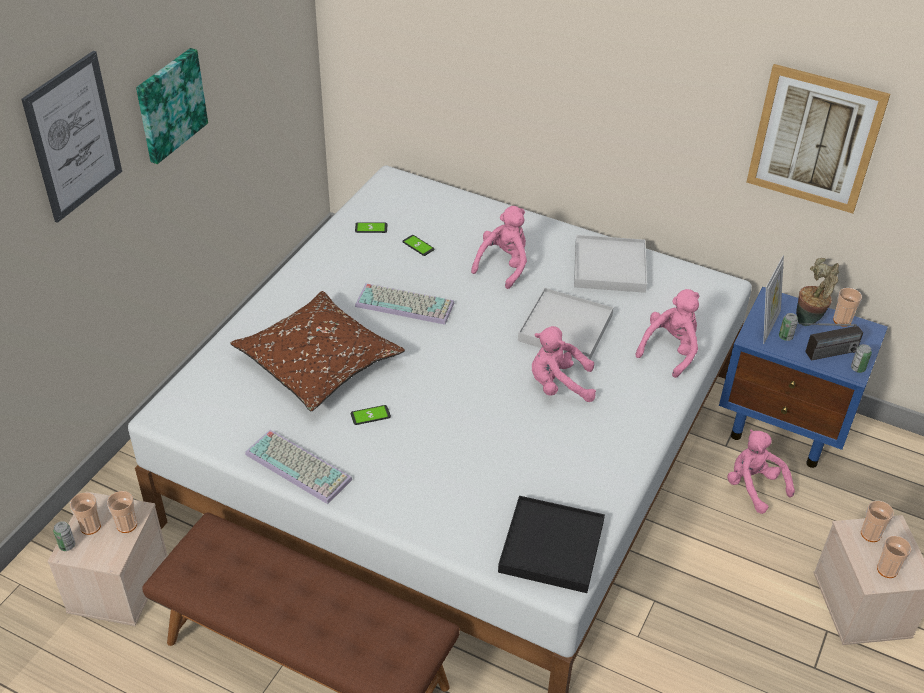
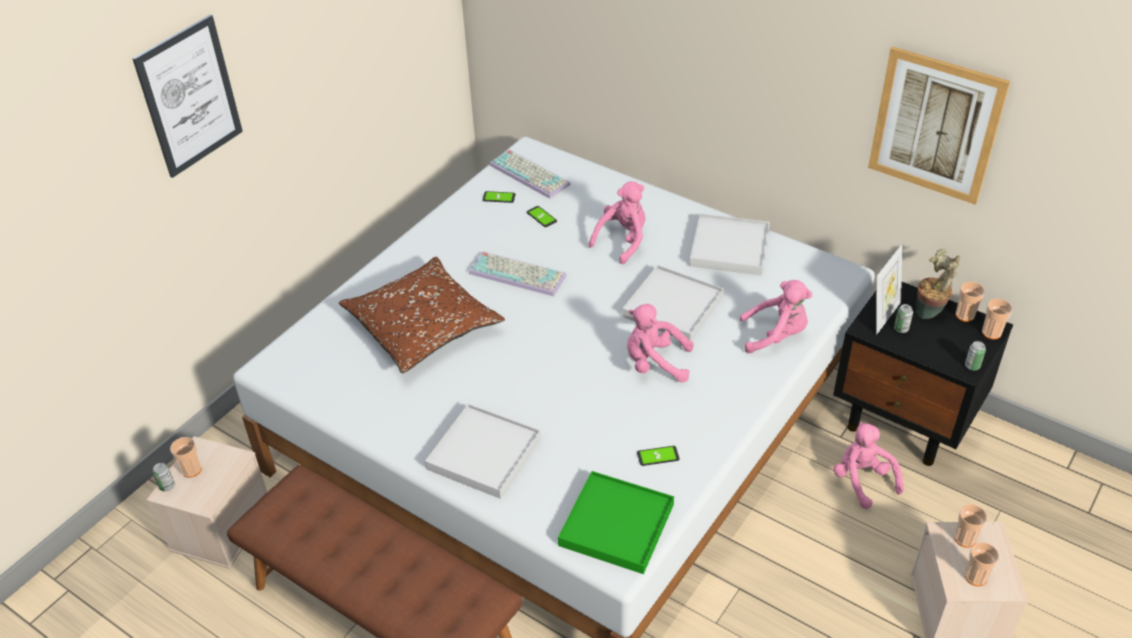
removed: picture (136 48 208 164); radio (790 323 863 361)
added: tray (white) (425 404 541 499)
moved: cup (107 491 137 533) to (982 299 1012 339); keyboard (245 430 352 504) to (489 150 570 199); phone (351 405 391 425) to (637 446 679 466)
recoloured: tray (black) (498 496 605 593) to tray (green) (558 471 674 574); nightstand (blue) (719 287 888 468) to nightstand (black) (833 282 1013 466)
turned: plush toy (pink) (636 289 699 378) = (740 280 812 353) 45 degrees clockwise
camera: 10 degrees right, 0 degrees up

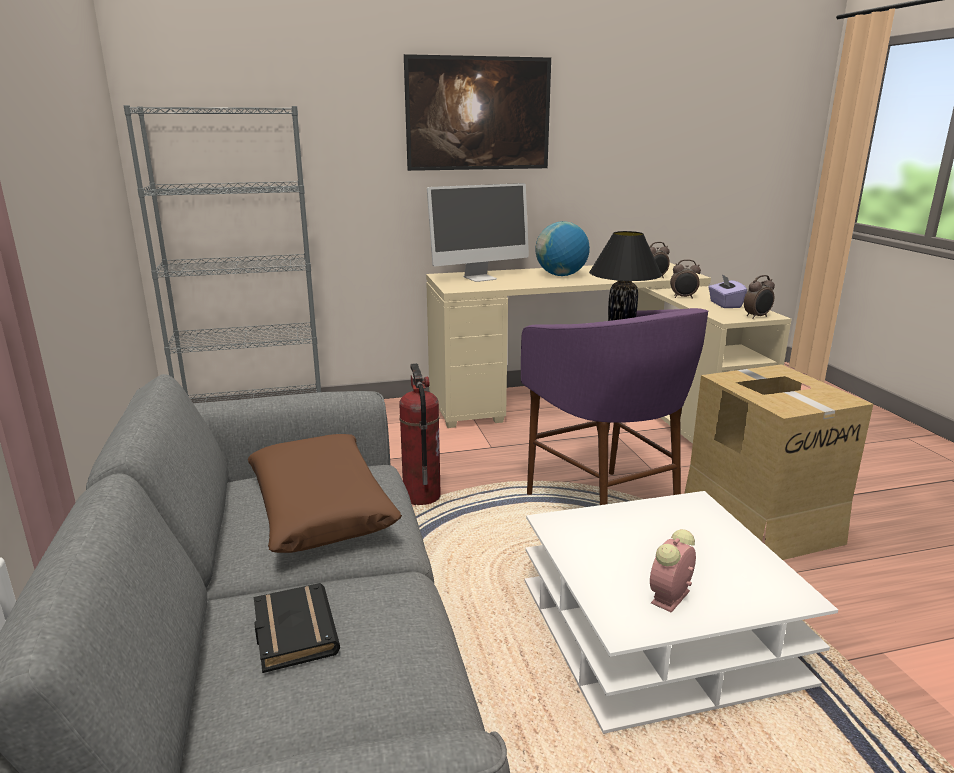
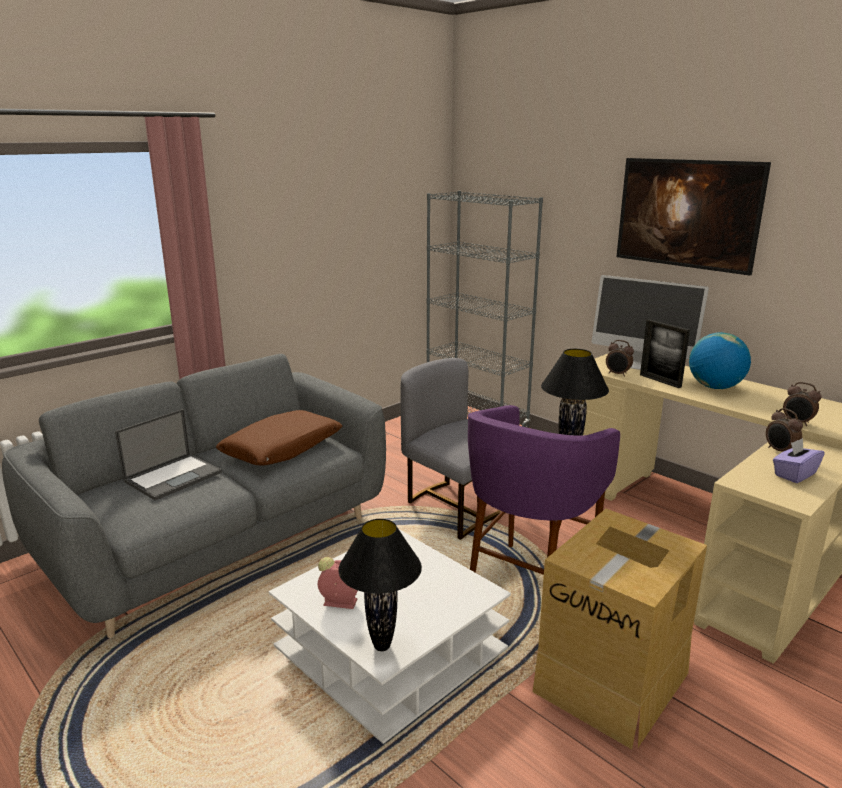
added: table lamp (black) (338 519 422 651); picture frame (640 319 690 388)
moved: alarm clock (744 275 775 319) to (606 340 634 377)
replaced: book (black) (254 583 340 673) to laptop (115 409 222 501); fire extinguisher (399 363 441 505) to chair (grey) (401 358 501 540)
camera: 60 degrees right, 0 degrees up

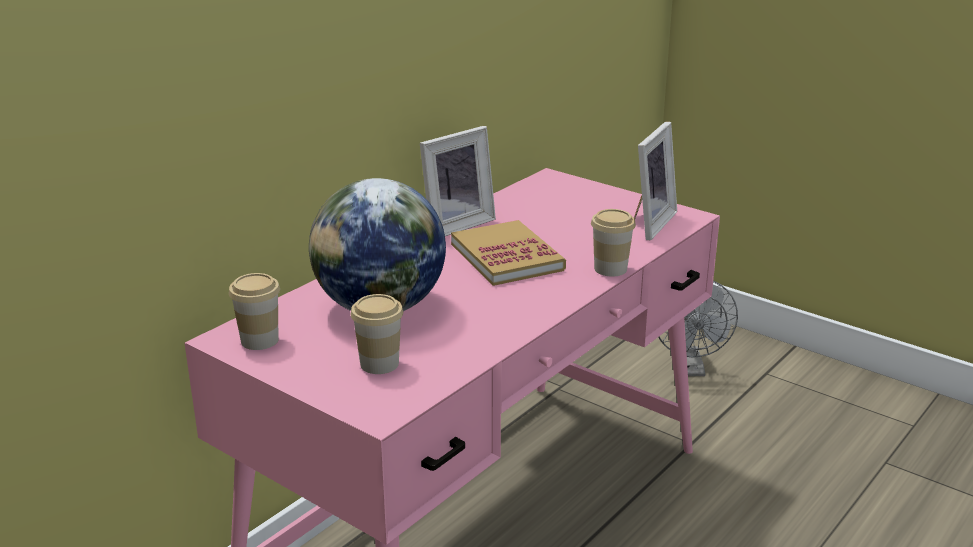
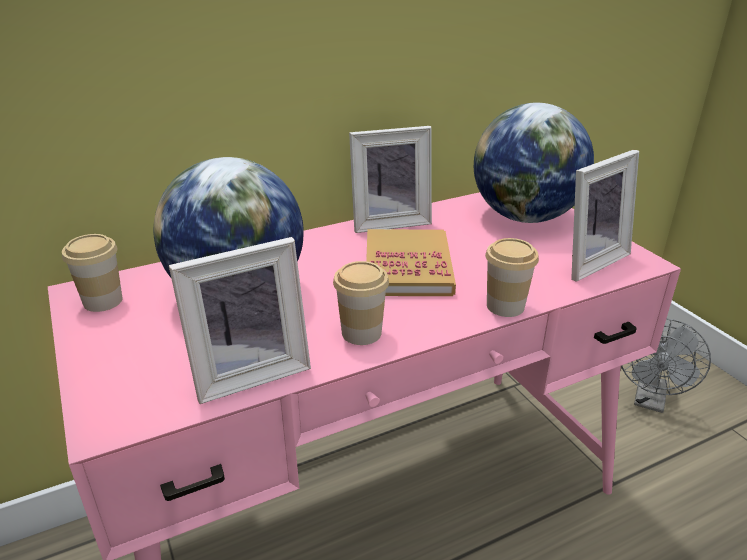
added: picture frame (169 237 311 404); globe (474 103 594 223)
moved: cup (351 294 403 374) to (333 261 389 345)
camera: 25 degrees right, 5 degrees up

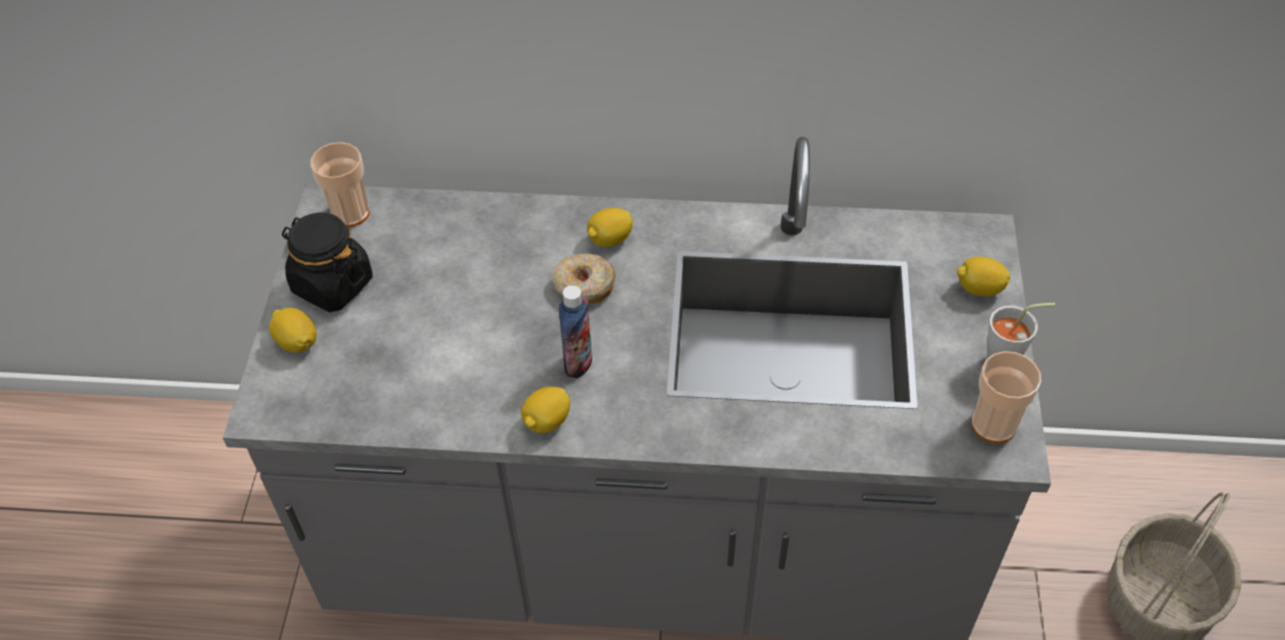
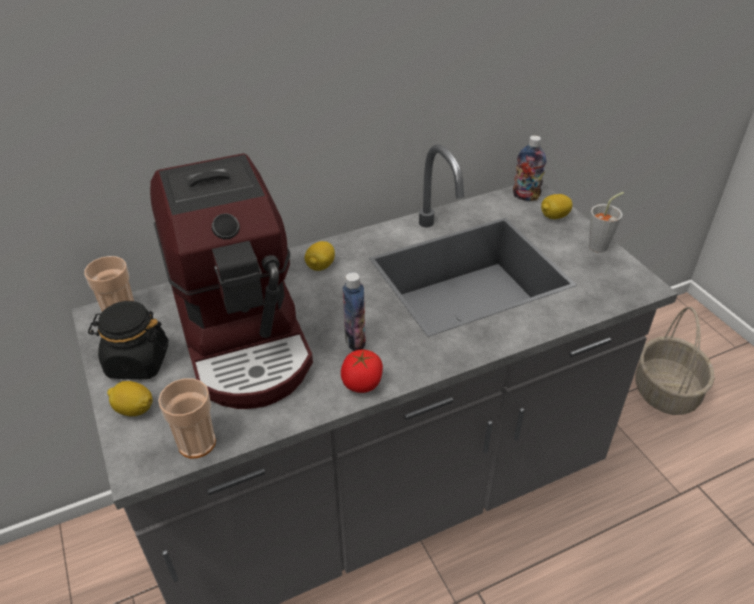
removed: donut (553 254 616 304)
added: coffee machine (150 154 313 409); bottle (513 135 546 201)
moved: cup (971 351 1041 443) to (158 378 216 458)
replaced: lemon (521 387 570 433) to tomato (341 349 383 393)
camera: 30 degrees left, 10 degrees down

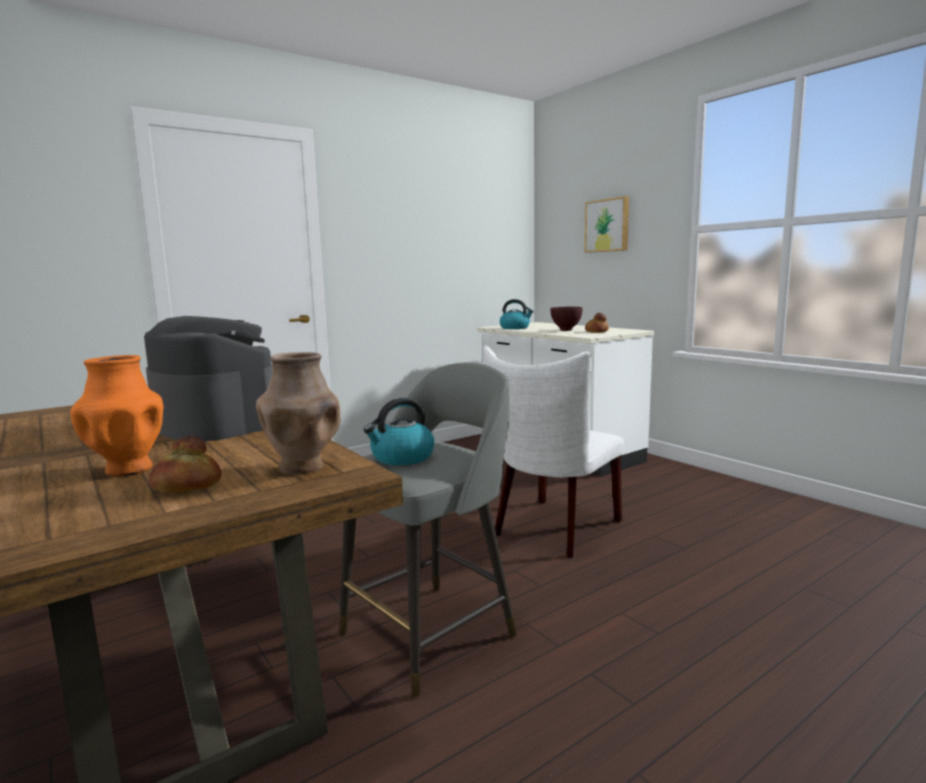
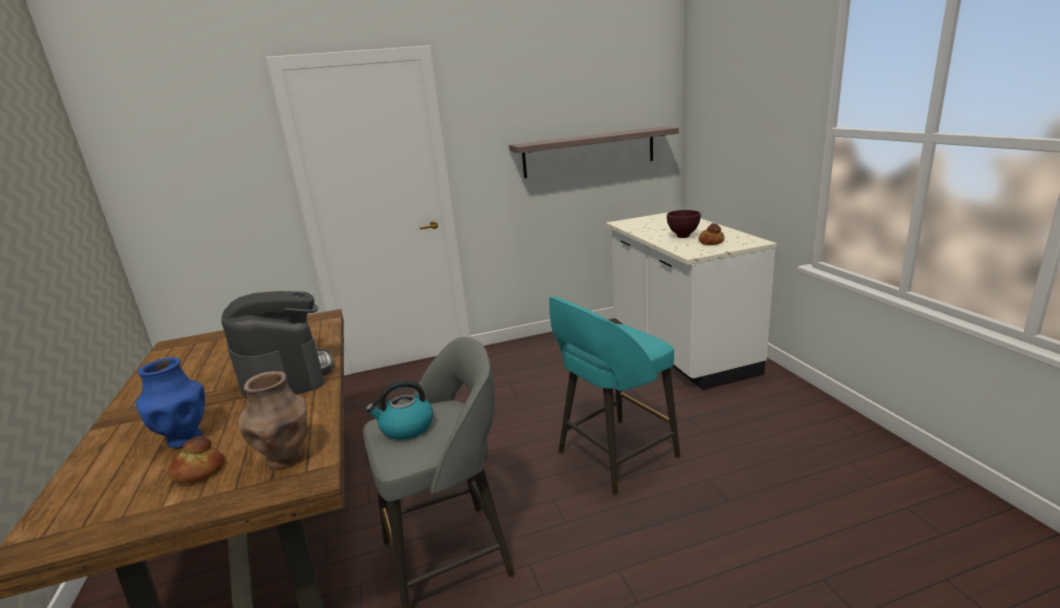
removed: kettle (500 299 534 329); picture (585 196 629 253)
added: shelf (509 127 679 178)
replaced: chair (white) (483 346 624 558) to stool (turquoise) (549 296 680 495)
recoloured: vase (orange) (70 355 163 476) to vase (blue) (135 357 205 449)
camera: 20 degrees right, 10 degrees up

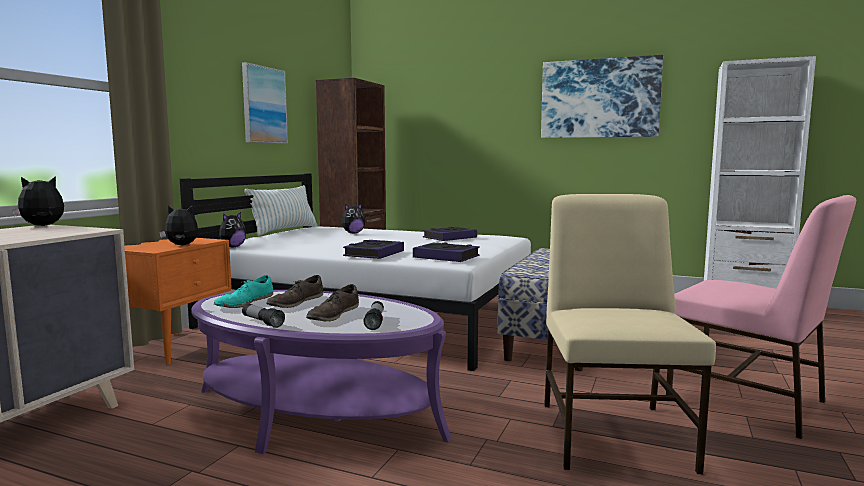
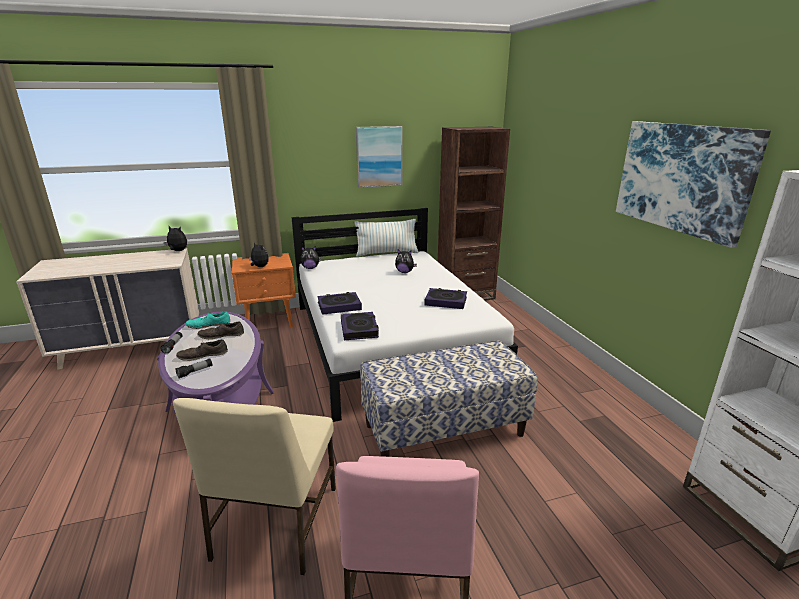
turned: chair (beige) (544 194 716 474) = (173 398 336 575) 135 degrees clockwise
camera: 50 degrees right, 15 degrees up

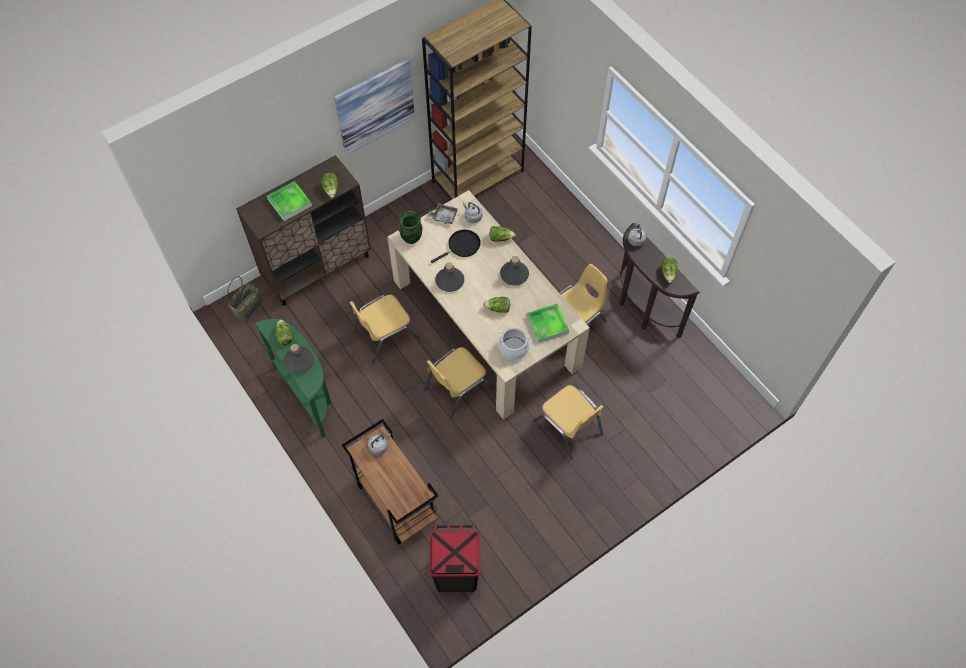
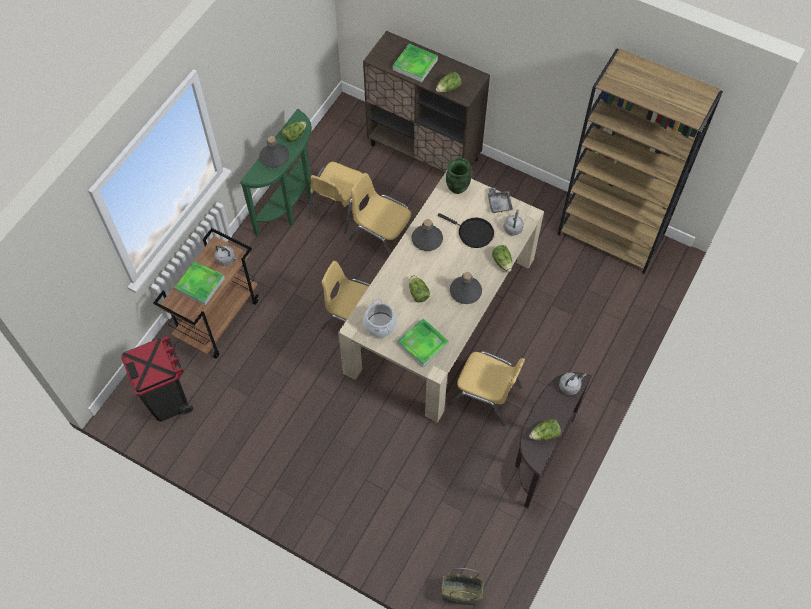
removed: picture (334 58 415 155)
added: tray (175 261 225 305)
moved: basket (227 276 262 321) to (441 568 484 605); chair (yellow) (533 385 603 460) to (308 162 363 234)
camera: 65 degrees right, 0 degrees up

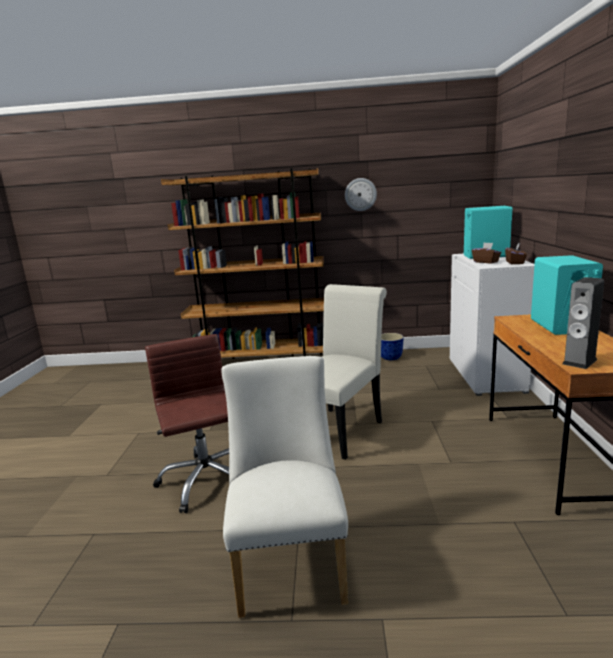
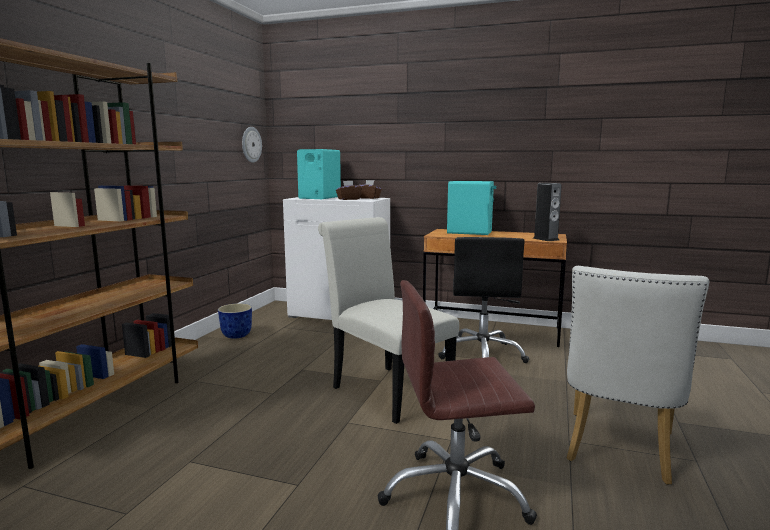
added: office chair (black) (438 237 529 363)
moved: wall clock (345 178 377 211) to (242 127 262 163)
turned: chair (white) (221 356 348 618) = (567 266 709 485) 75 degrees counterclockwise
camera: 75 degrees left, 5 degrees down

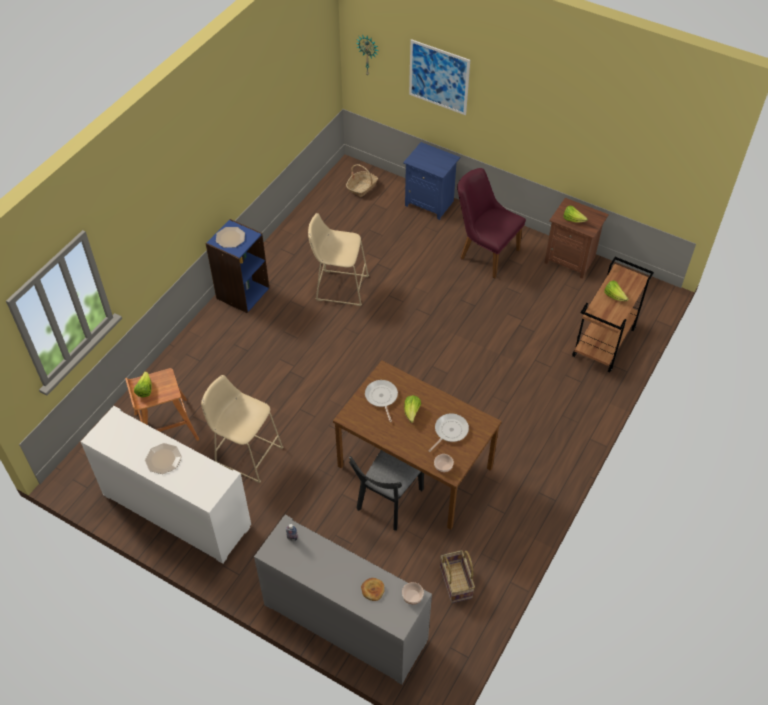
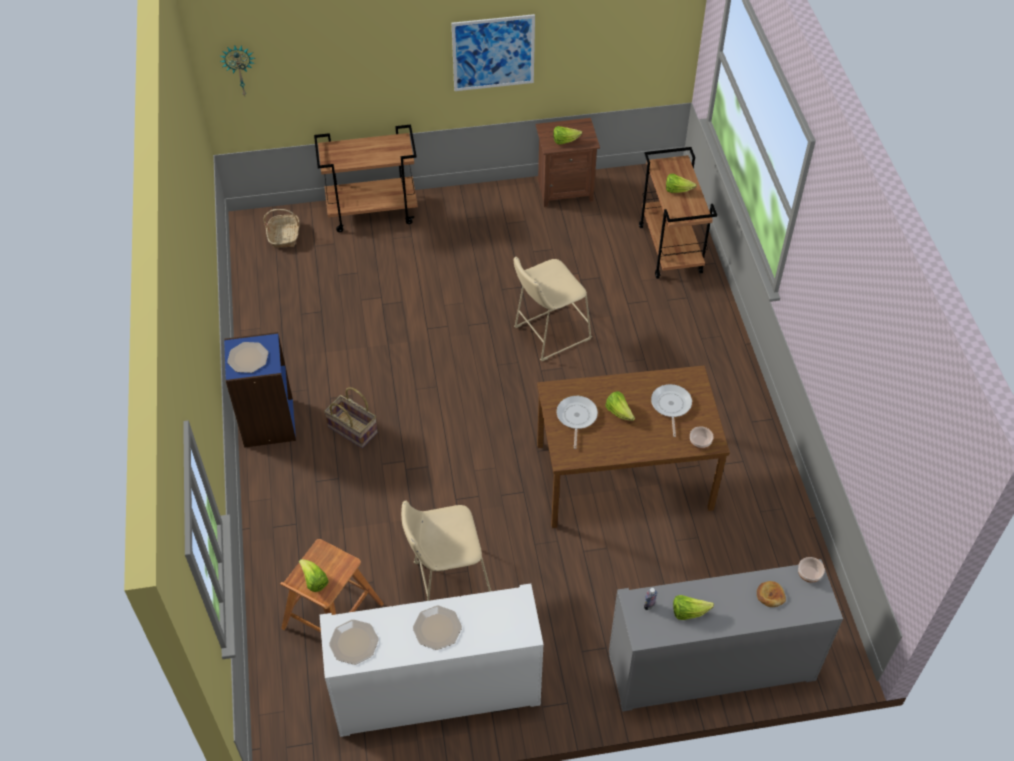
removed: chair (black) (349 450 424 531); chair (purple) (457 168 526 278)
added: plate (329 620 379 665); lettuce (673 595 714 620)
moved: stool (beige) (308 213 369 306) to (514 257 592 361); picture (409 39 470 115) to (452 14 535 91); basket (440 550 475 603) to (324 387 377 448)
replaced: nightstand (blue) (403 142 460 220) to cart (brown) (314 125 418 232)
turned: frying pan (365 380 398 422) = (557 396 598 449) 60 degrees clockwise
camera: 40 degrees left, 0 degrees up

